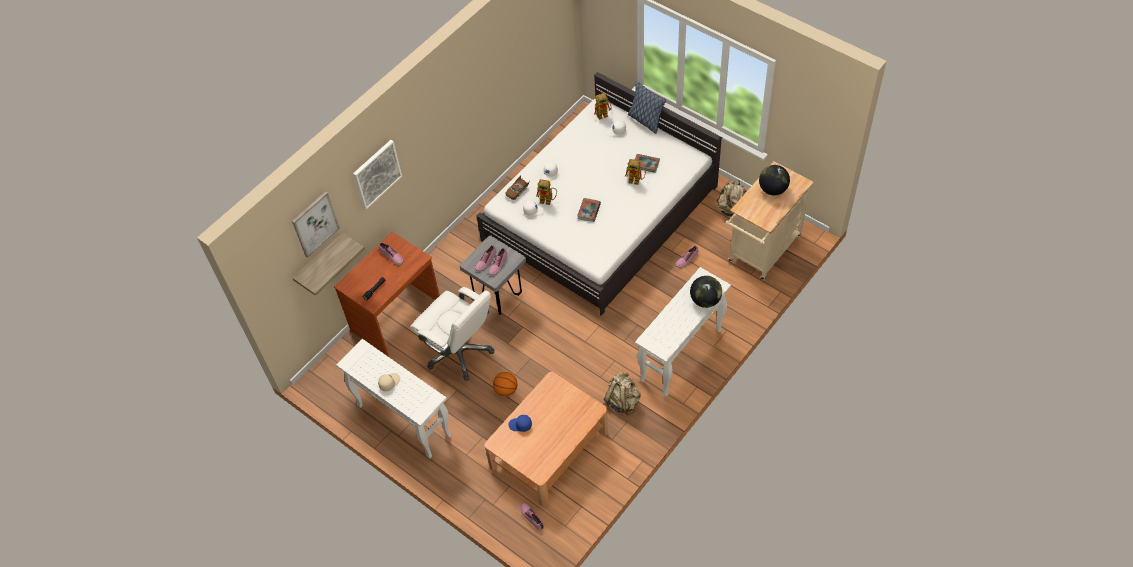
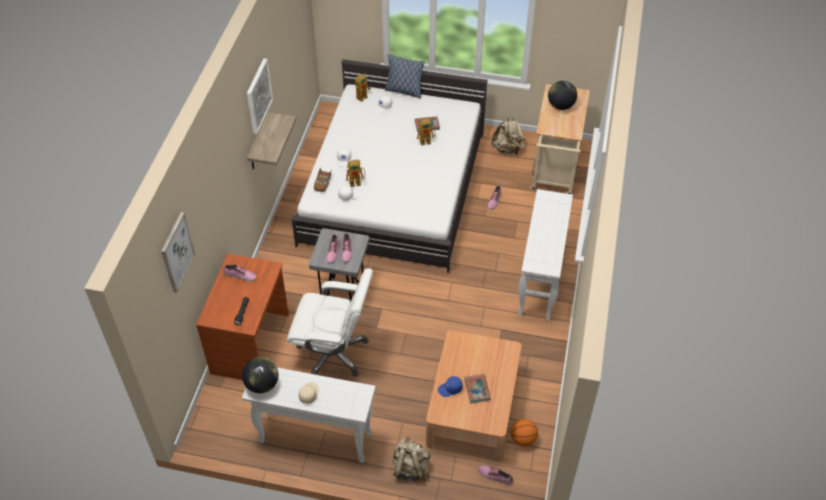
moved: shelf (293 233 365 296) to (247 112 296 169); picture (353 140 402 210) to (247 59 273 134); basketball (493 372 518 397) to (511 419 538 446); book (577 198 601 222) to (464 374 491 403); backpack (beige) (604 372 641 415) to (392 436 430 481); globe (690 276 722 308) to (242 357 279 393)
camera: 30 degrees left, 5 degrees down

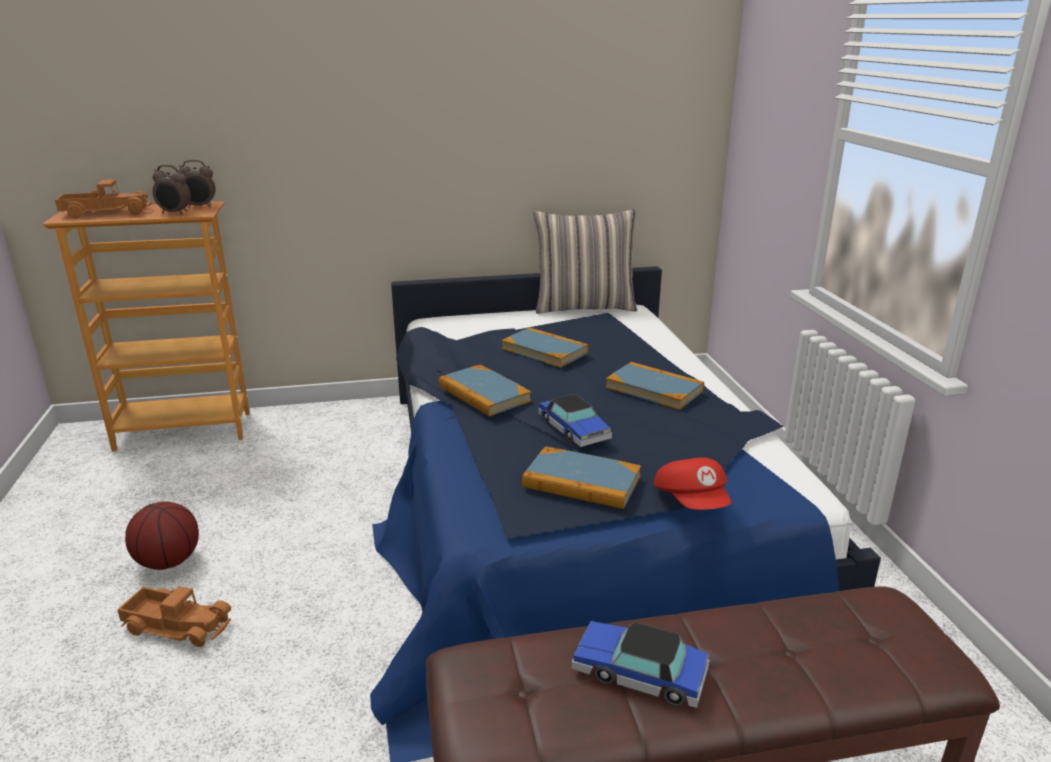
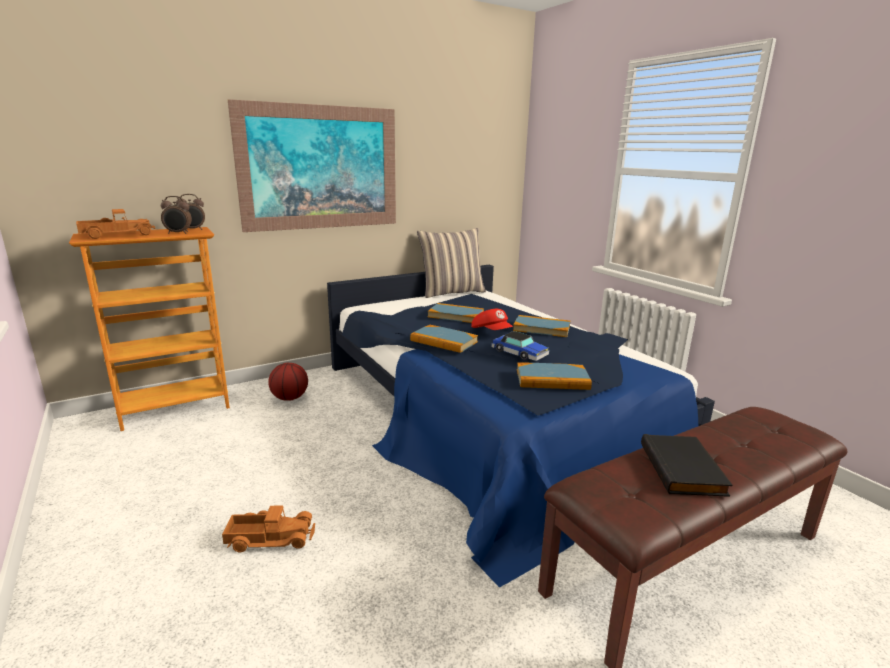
added: picture (228 99 396 232)
moved: basketball (125 501 199 570) to (268 363 308 401); cap (red) (654 457 731 510) to (471 309 513 330)
replaced: toy car (571 621 709 708) to book (black) (641 434 733 497)
camera: 20 degrees left, 5 degrees down

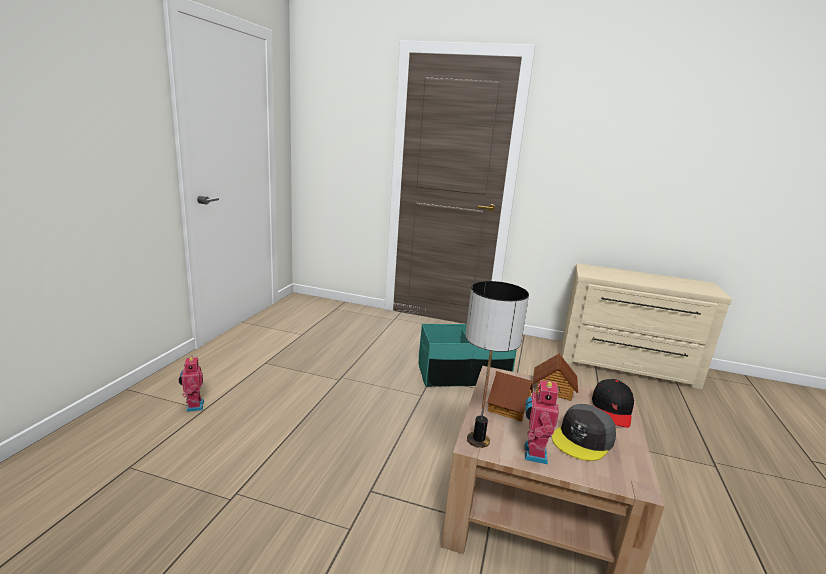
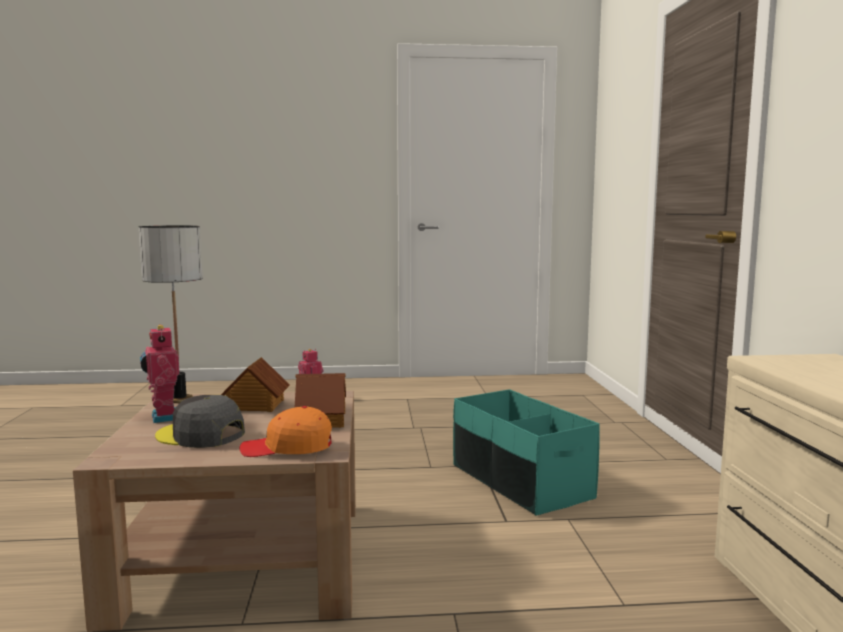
recoloured: cap (black) (592 379 634 428) to cap (orange) (239 406 332 457)
turned: toy robot (524 378 559 464) = (140 324 180 423) 105 degrees counterclockwise
camera: 70 degrees right, 10 degrees down

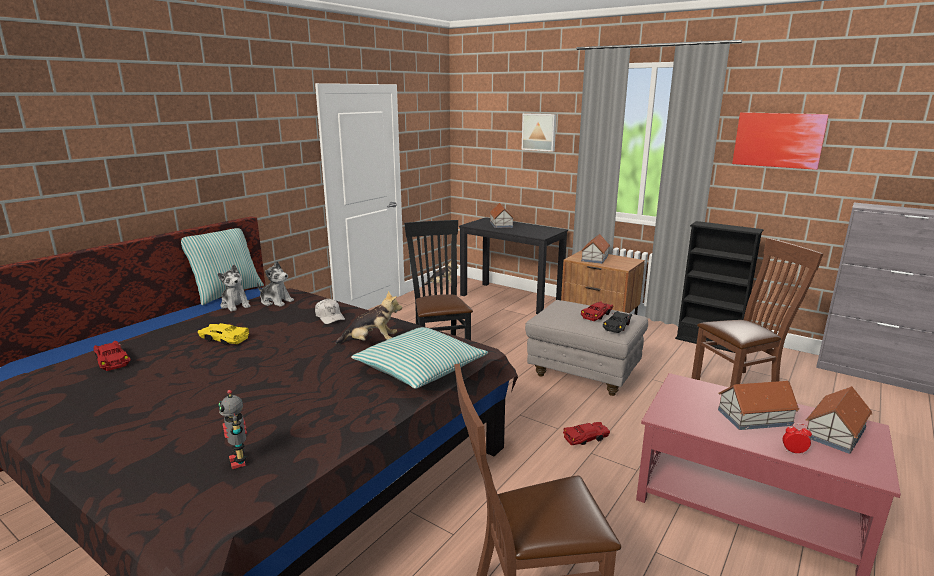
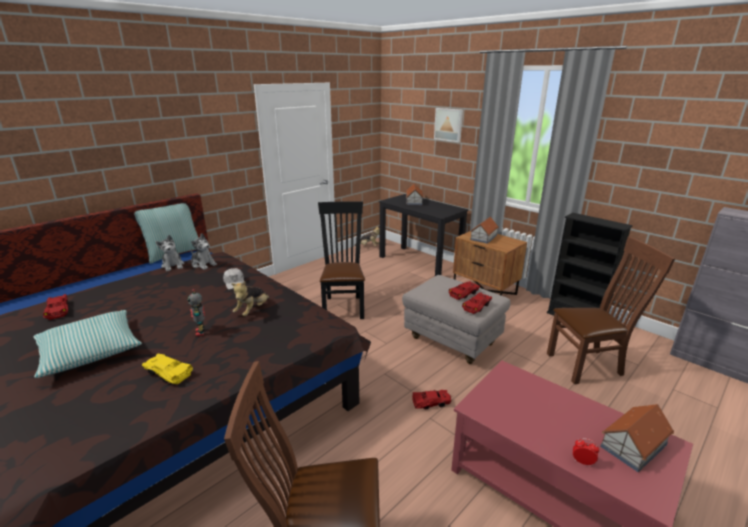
removed: toy house (718 381 800 430); picture (732 112 829 170)
moved: toy car (yellow) (198 323 249 345) to (142 354 193 384); toy robot (219 390 247 469) to (188 289 205 336); pillow (351 327 488 389) to (33 310 142 378)
recoloured: toy car (black) (602 311 632 333) to toy car (red) (462 292 492 314)
turned: plush toy (335 291 402 344) = (231 281 269 316) 105 degrees clockwise
camera: 10 degrees right, 5 degrees up

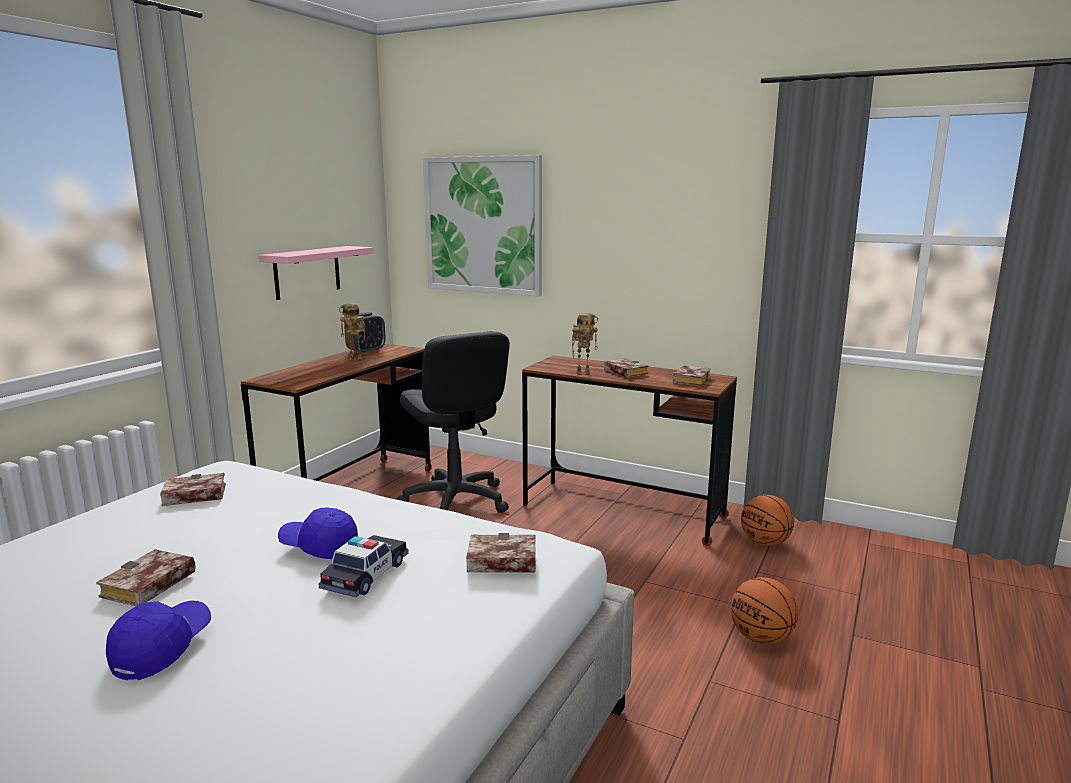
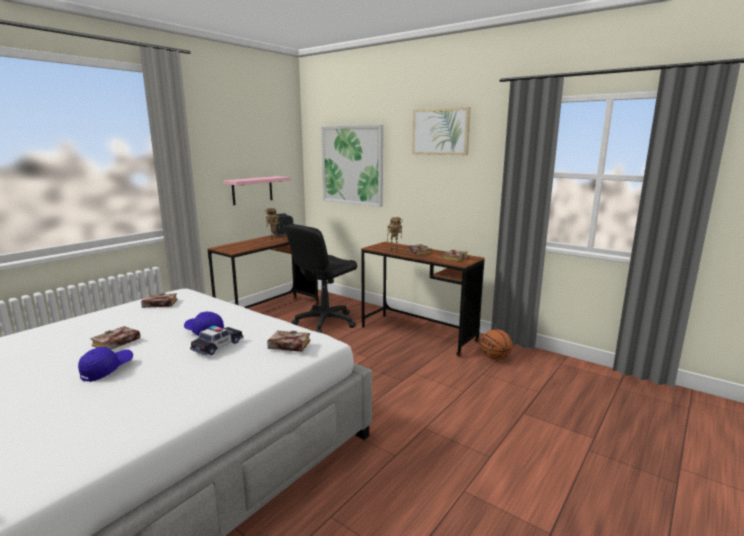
removed: basketball (731 577 798 645)
added: picture (412 107 471 155)
turned: office chair (black) (396 331 510 513) = (285 224 357 333) 60 degrees clockwise
camera: 10 degrees right, 0 degrees up

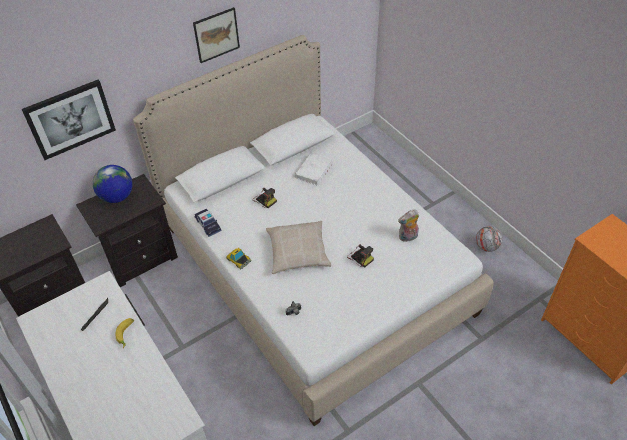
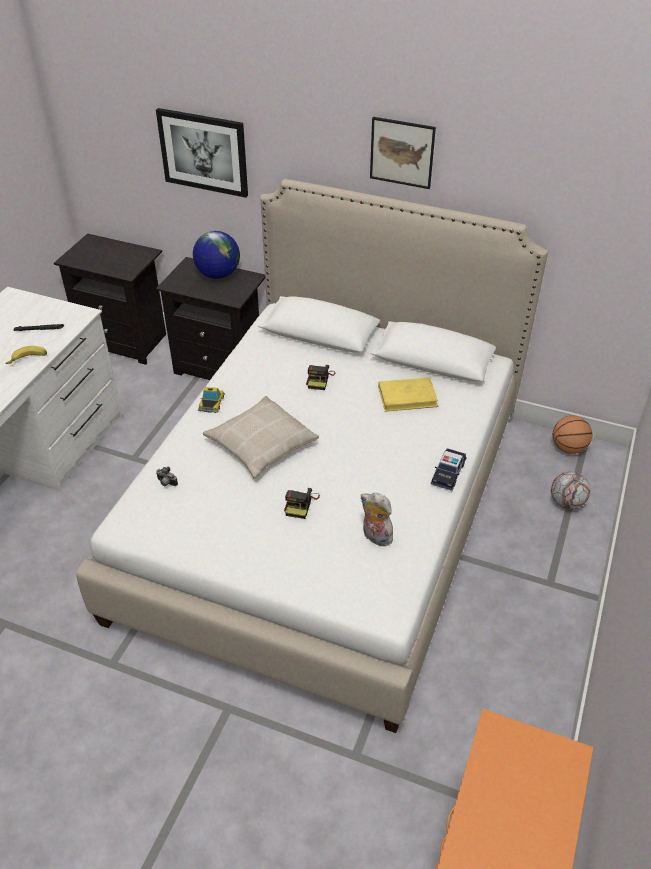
added: basketball (552 415 593 454)
moved: toy car (195 209 222 237) to (431 448 467 491); football (476 226 502 252) to (551 472 590 509)
recoloured: book (white) (295 152 333 186) to book (yellow) (378 377 438 412)
camera: 55 degrees right, 5 degrees down

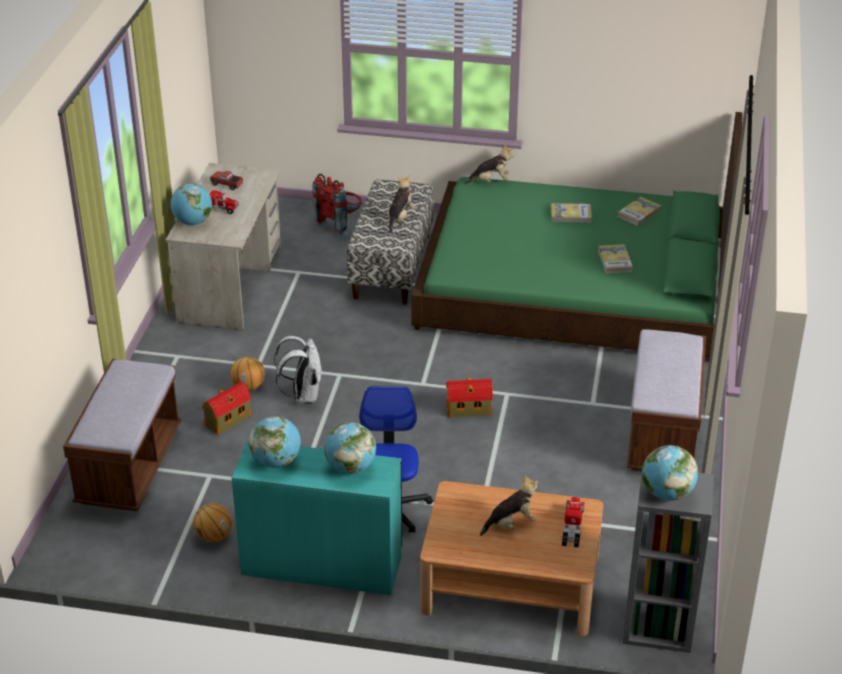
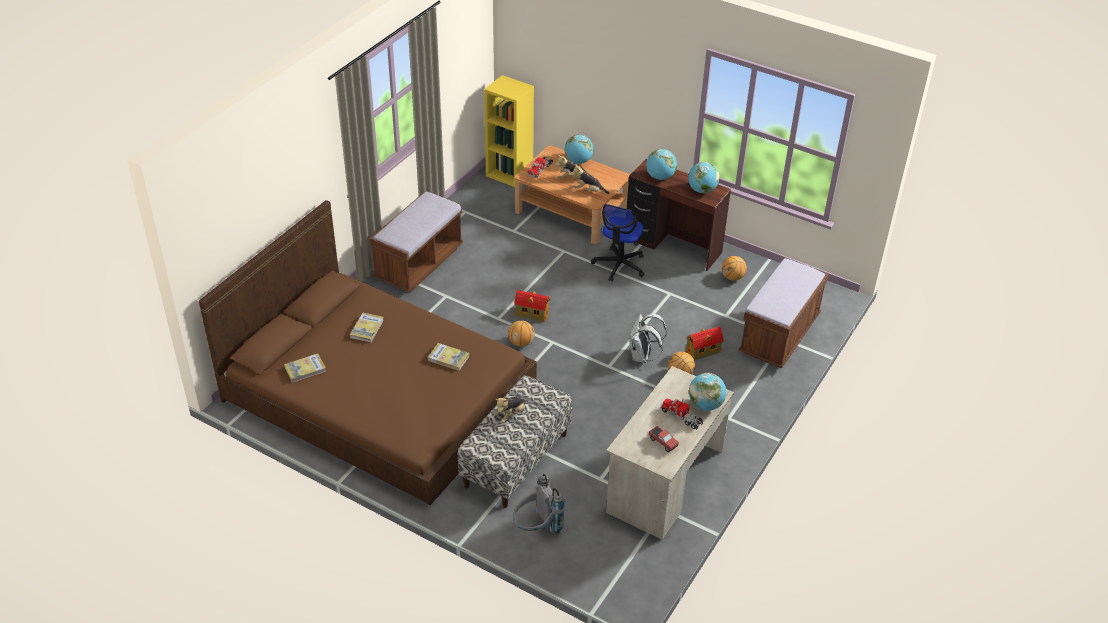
added: basketball (508 320 535 347)
moved: plush toy (465 144 514 184) to (571 164 609 194); book (551 203 592 222) to (428 343 469 371); globe (642 445 698 501) to (564 134 594 164)
recoloured: desk (turquoise) (232 440 402 595) to desk (brown) (627 159 731 271); backpack (red) (312 174 362 237) to backpack (grey) (513 474 565 535); bed (green) (411 112 743 358) to bed (brown) (199 200 537 505); bookcase (grey) (623 466 714 653) to bookcase (yellow) (484 75 534 187)
camera: 160 degrees left, 5 degrees up

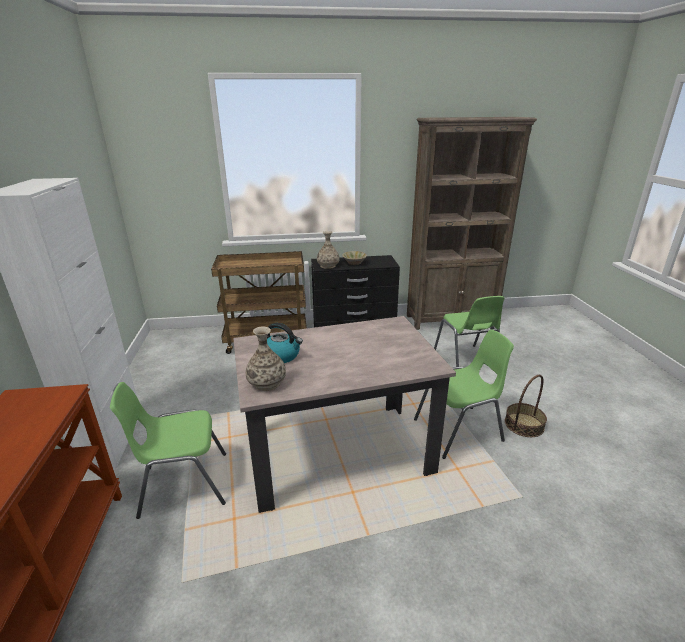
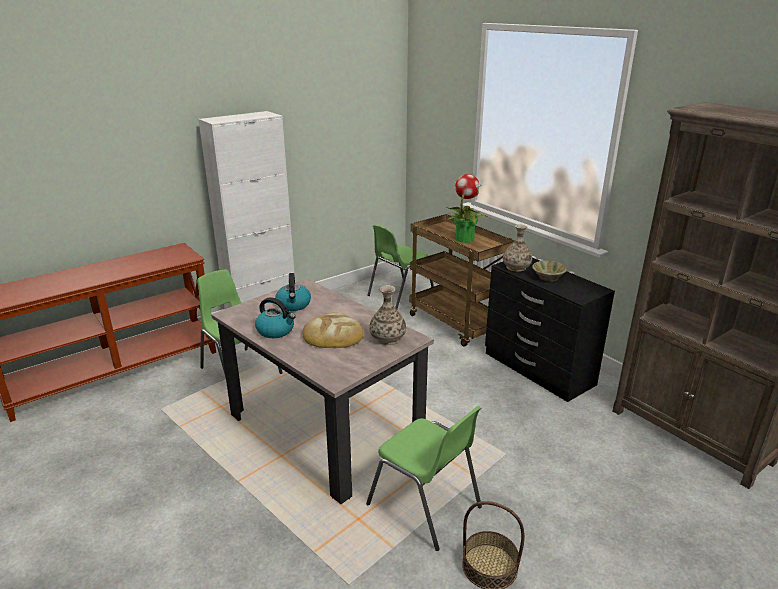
added: kettle (255 297 296 338); bread (303 312 364 348); potted plant (447 174 488 243)
moved: vase (246 327 286 391) to (369 285 406 345); chair (green) (434 296 504 367) to (368 224 434 309)
camera: 60 degrees right, 0 degrees up

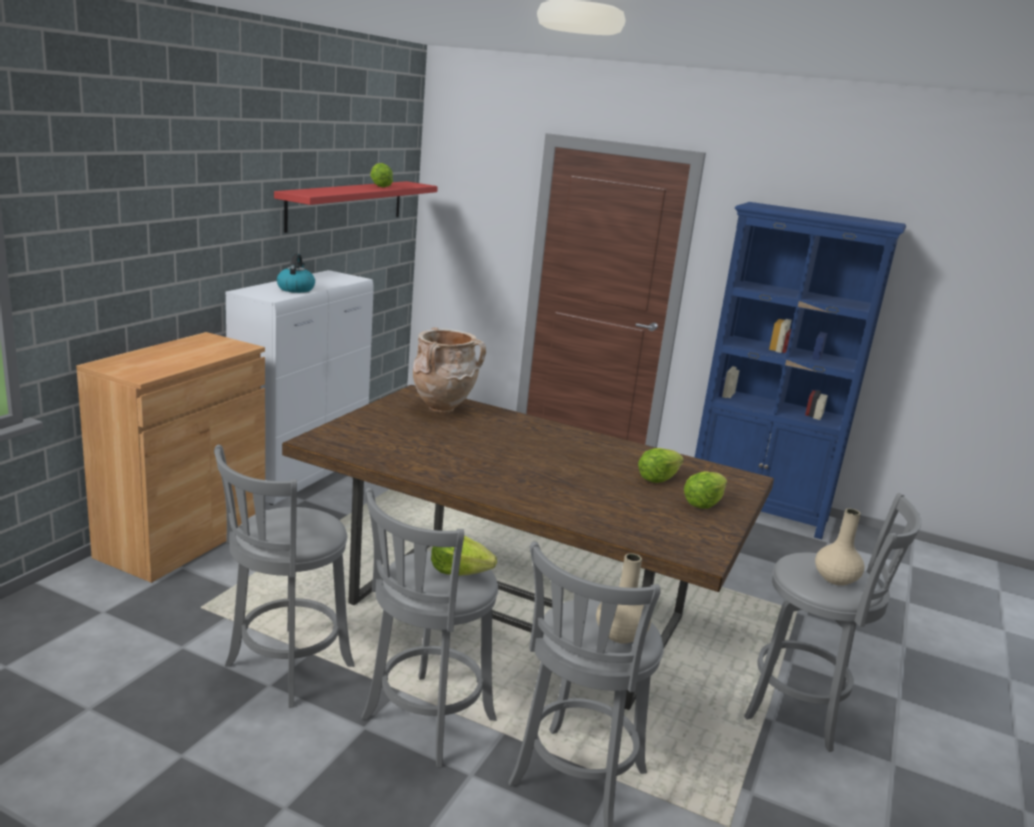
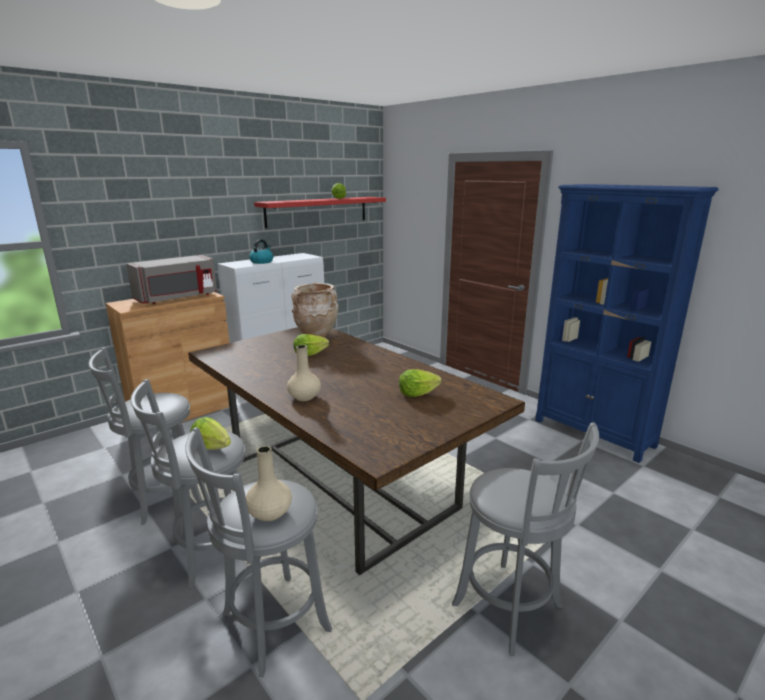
added: microwave (grey) (126 255 217 304)
moved: lettuce (684 471 727 509) to (293 334 329 356); vase (beige) (815 509 865 586) to (287 345 321 401)
camera: 25 degrees right, 0 degrees up

